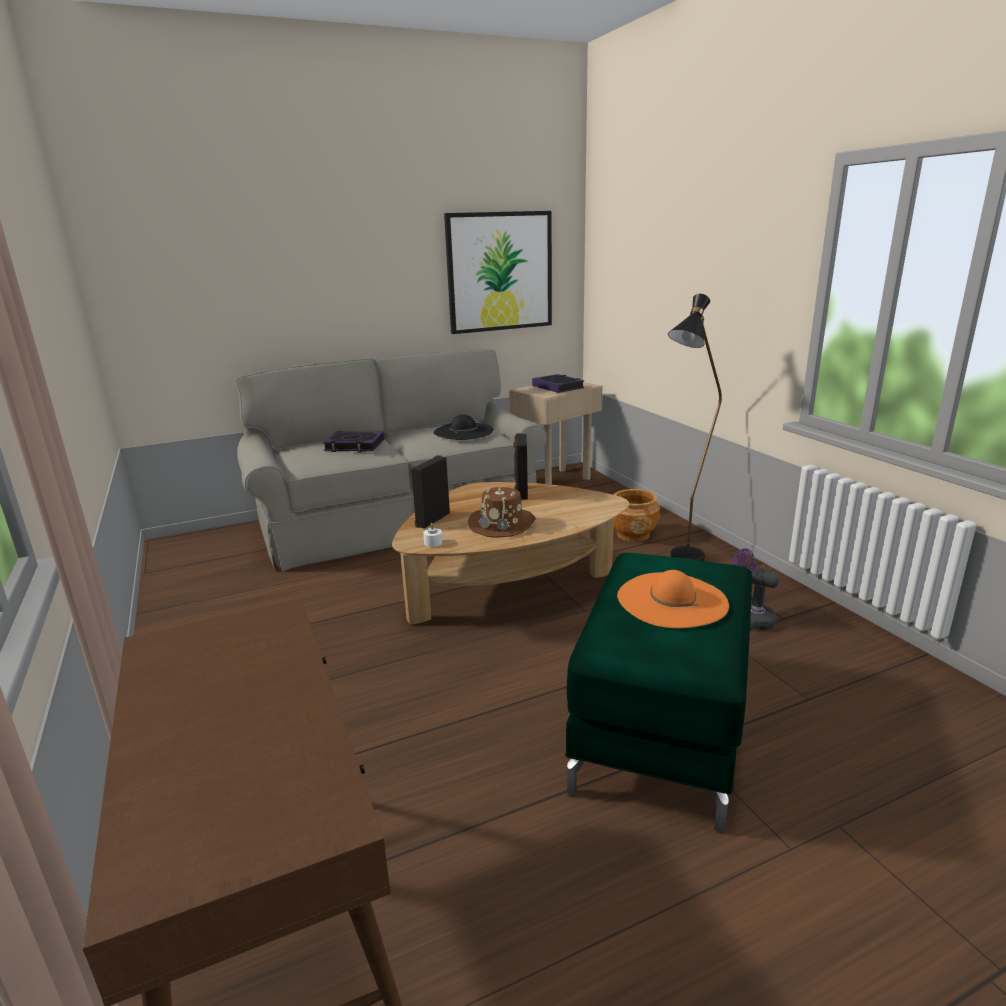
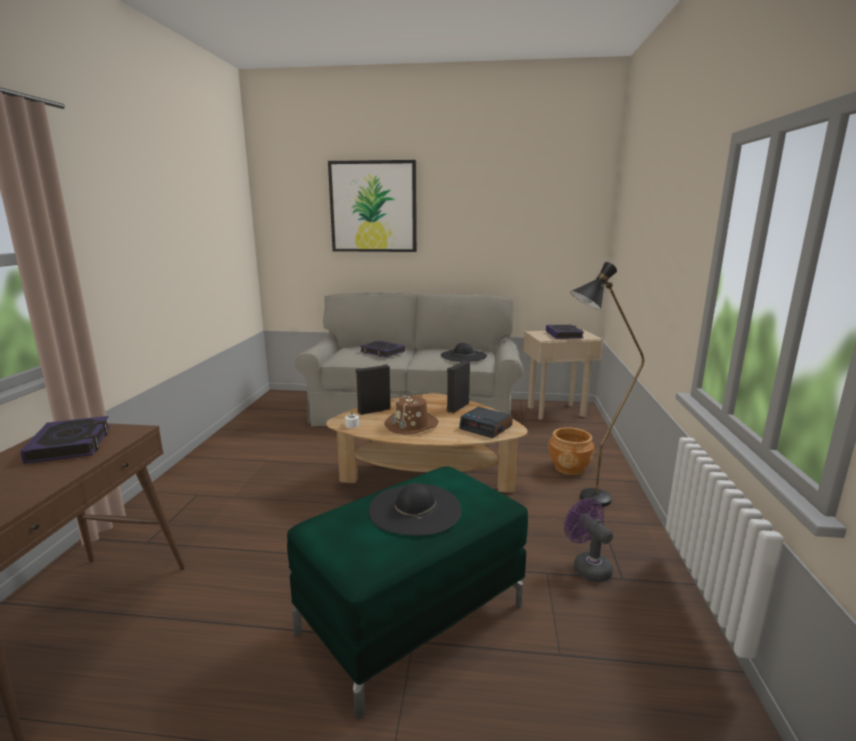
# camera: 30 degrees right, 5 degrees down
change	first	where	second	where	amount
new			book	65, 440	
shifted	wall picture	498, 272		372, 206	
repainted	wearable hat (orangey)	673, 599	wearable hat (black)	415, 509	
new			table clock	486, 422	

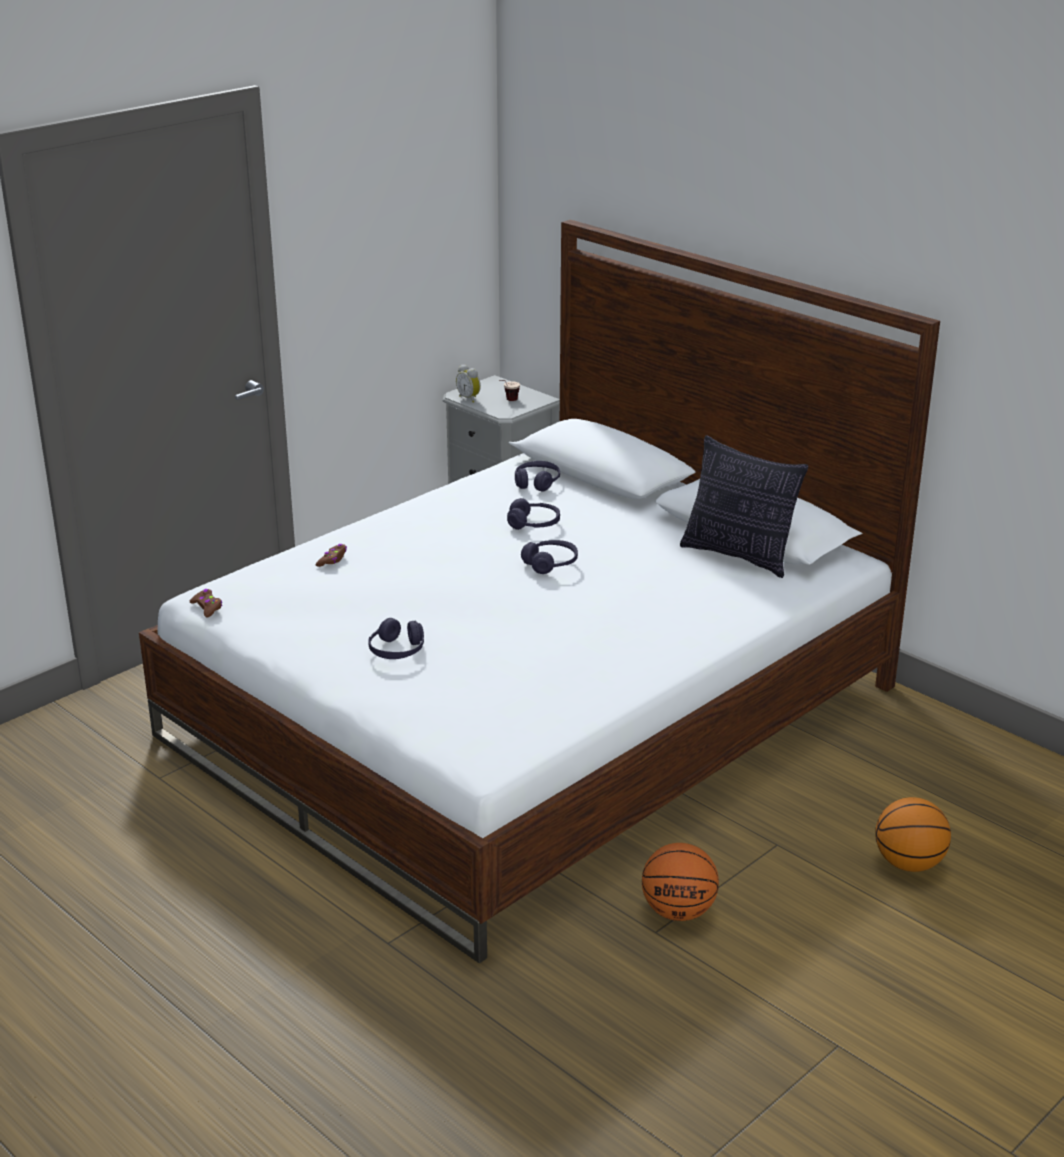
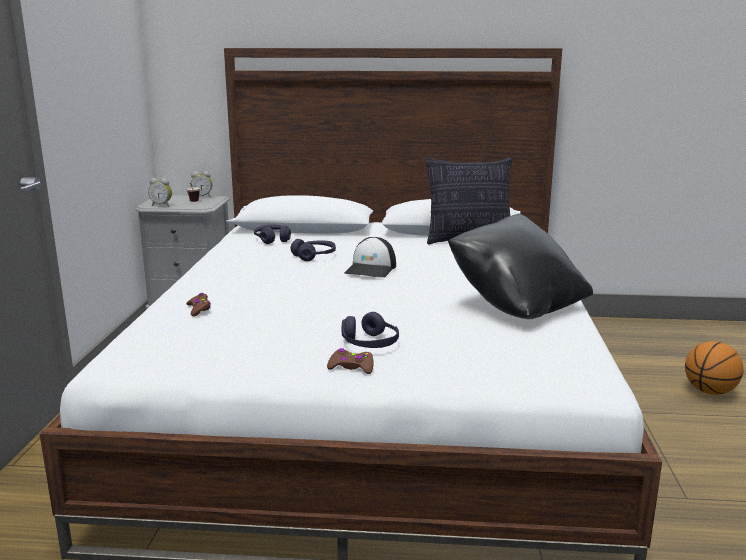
# camera: 40 degrees left, 10 degrees down
change	first	where	second	where	amount
new			table clock	201, 184	
shifted	joypad (brownish)	206, 603		350, 361	
swapped	headset (purplish)	549, 557	baseball cap	370, 257	
new			pillow (black)	520, 266	
gone	basketball ball	680, 882			

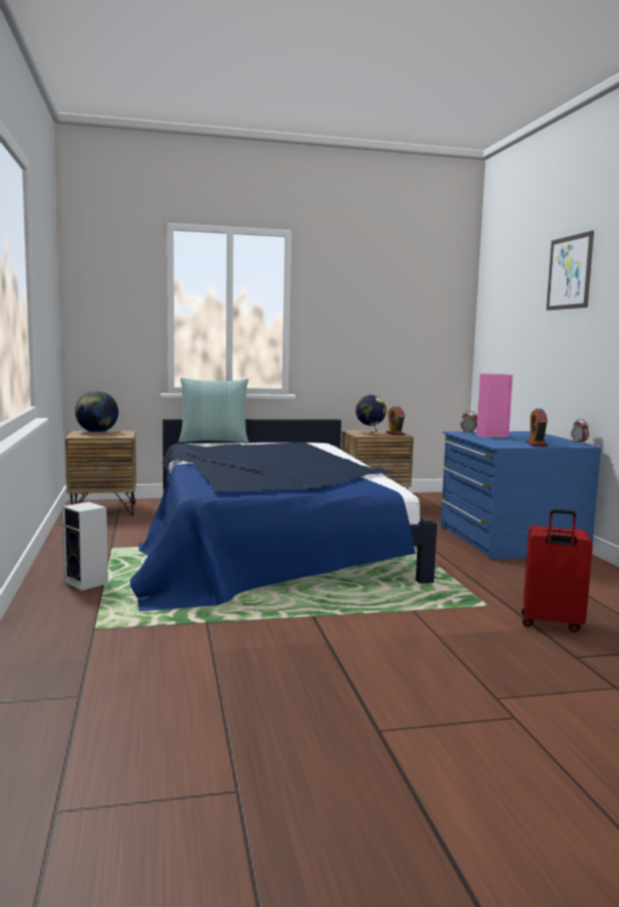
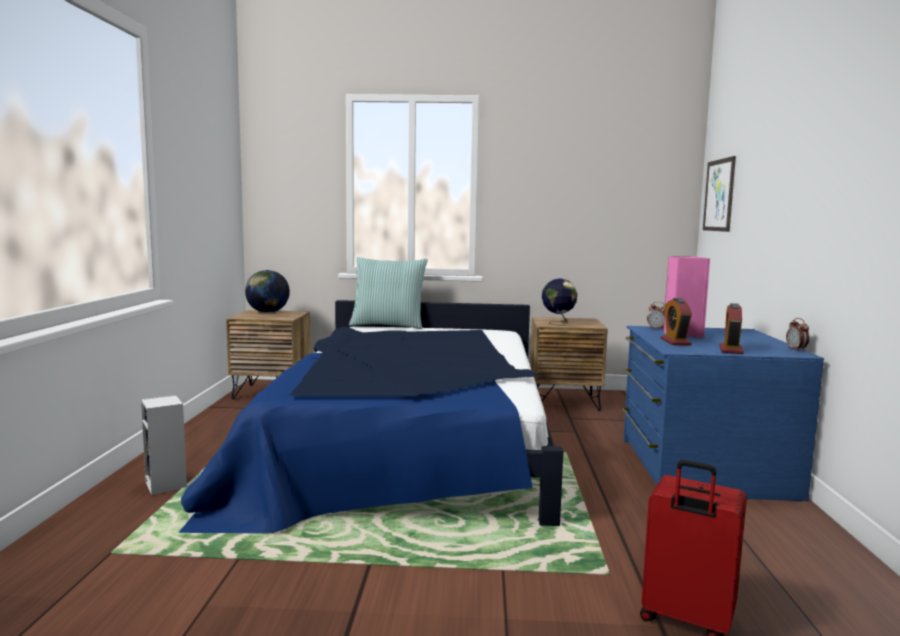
# camera: 15 degrees right, 0 degrees up
change	first	where	second	where	amount
shifted	table clock	395, 421		676, 322	
shifted	wall picture	570, 270		719, 194	

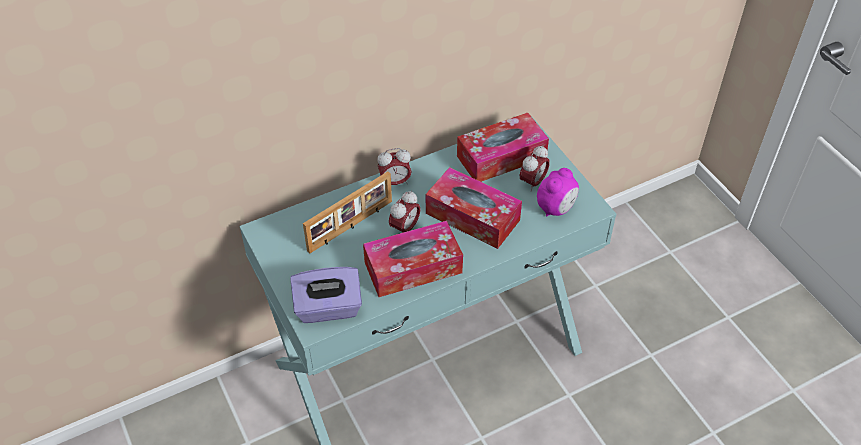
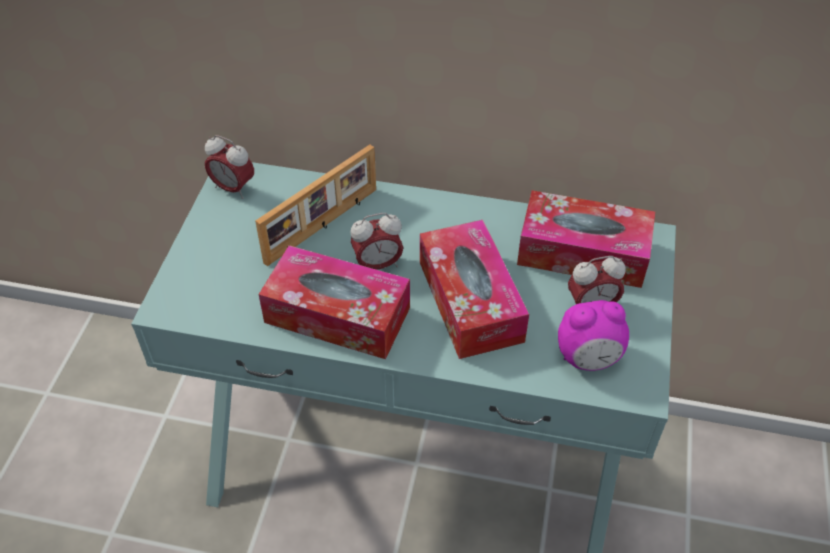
# camera: 40 degrees right, 0 degrees up
change	first	where	second	where	amount
shifted	table clock	394, 166		229, 167	
rotated	picture frame	347, 212		315, 205	45 degrees counterclockwise
gone	box of tissues (purplish)	326, 295			

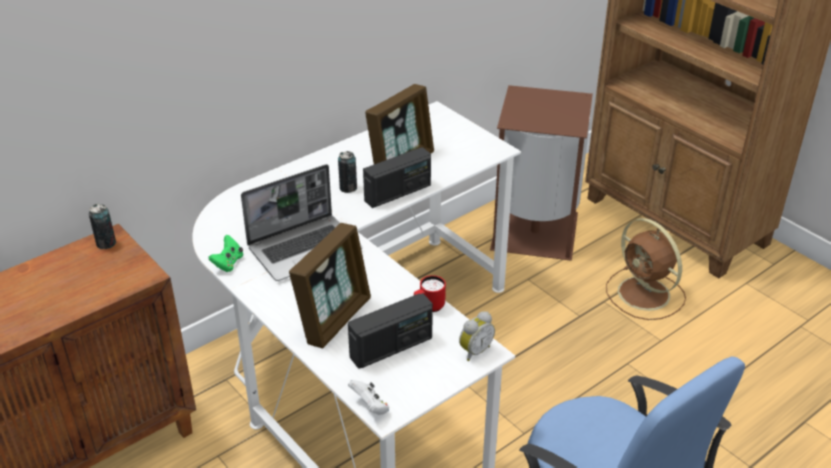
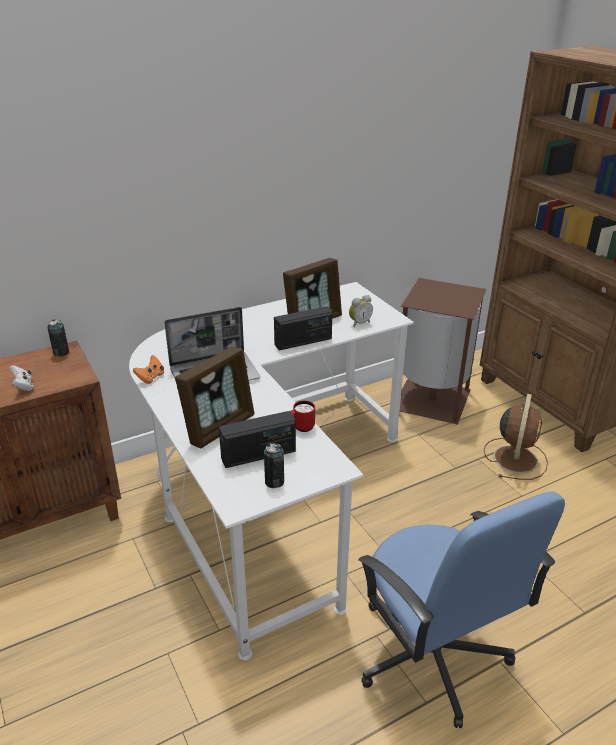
# camera: 10 degrees right, 5 degrees down
change	first	where	second	where	amount
shifted	joypad (whitish)	368, 397		22, 378	
repainted	joypad (green-coloured)	226, 253	joypad (orangey)	148, 369	
shifted	sealed can	347, 172		274, 465	
shifted	table clock	477, 336		361, 311	
rotated	cooling fan (brownish)	646, 269		516, 437	135 degrees counterclockwise

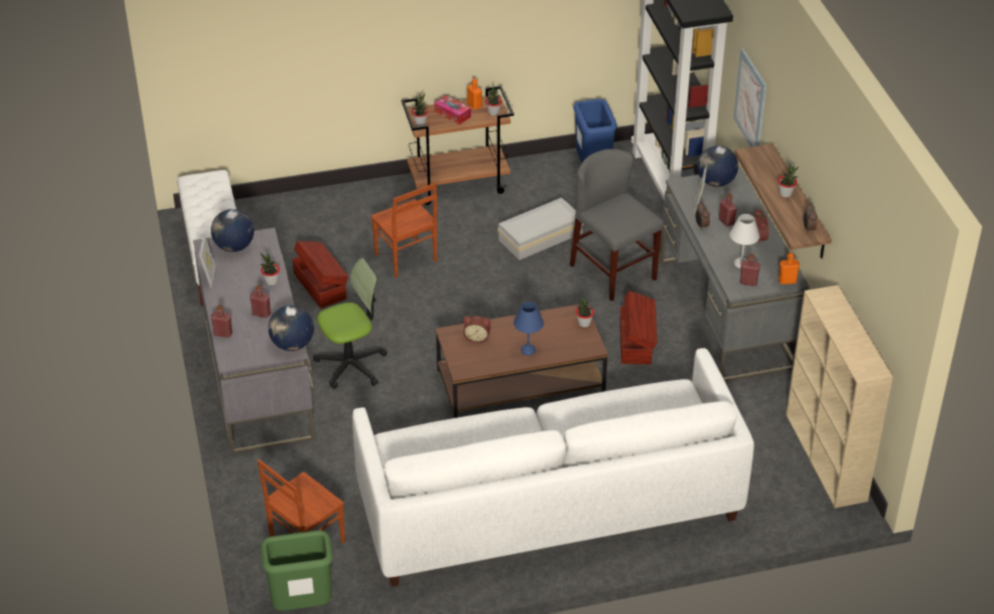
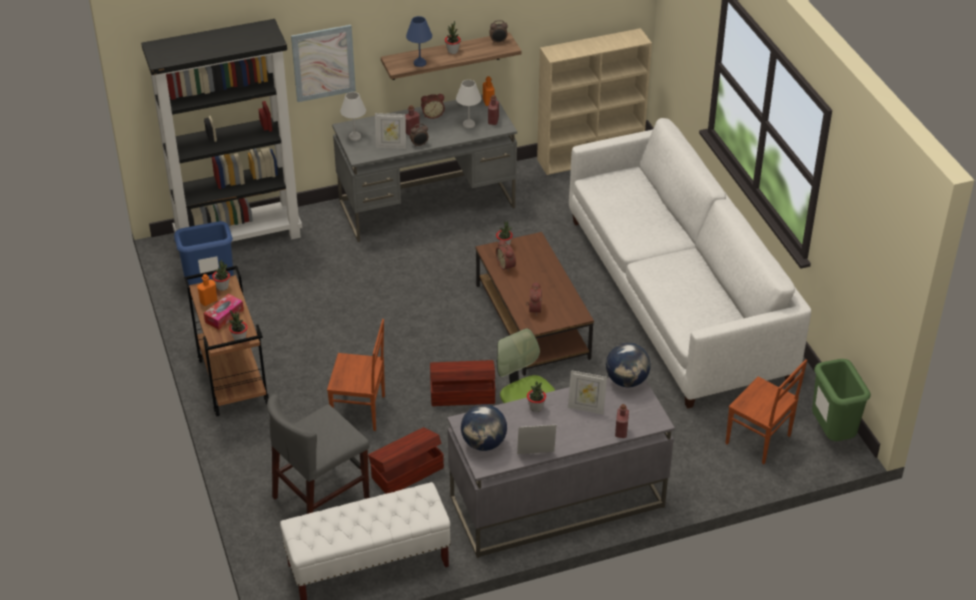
# camera: 95 degrees left, 0 degrees up
change	first	where	second	where	amount
shifted	upright chair (grey)	617, 225		318, 454	
rotated	upright chair (brownish)	404, 230		356, 375	45 degrees clockwise
swapped	world globe	717, 166	lamp for a table (whitish)	353, 116	
shifted	lamp for a table (bluish)	529, 329		419, 41	
shifted	storage container (brownish)	638, 327		462, 383	
new			table clock	506, 256	
swapped	bottle (red-coloured)	260, 301	picture frame	587, 392	
gone	storage container (whitish)	540, 229			

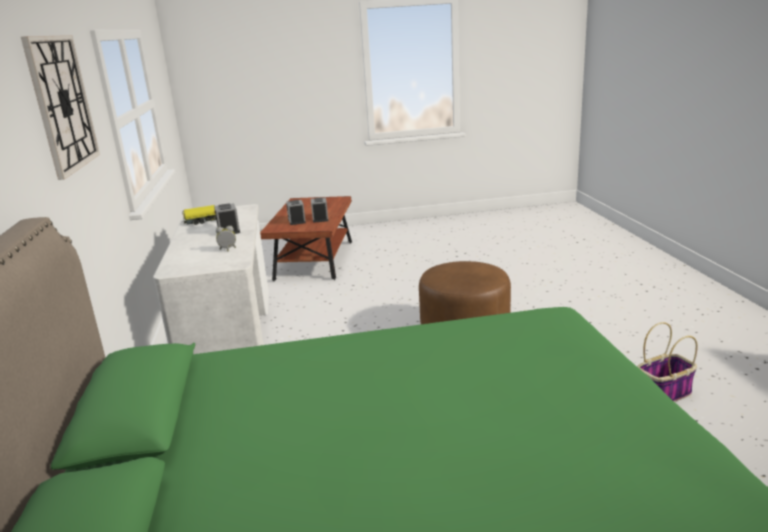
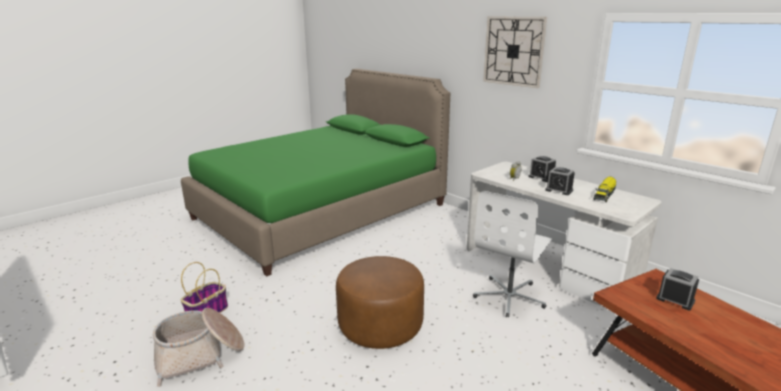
# camera: 145 degrees right, 0 degrees up
change	first	where	second	where	amount
new			storage basket	199, 347	
new			computer chair (whitish)	512, 254	
shifted	table clock	319, 210		542, 169	

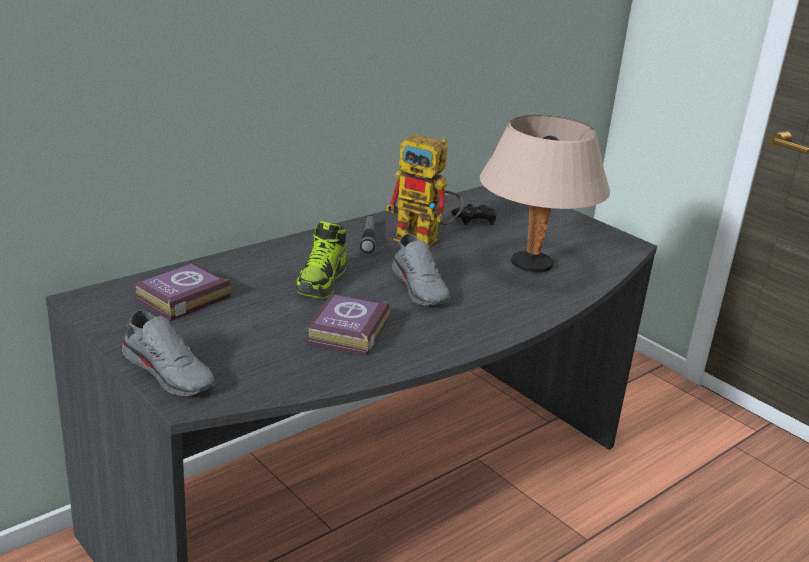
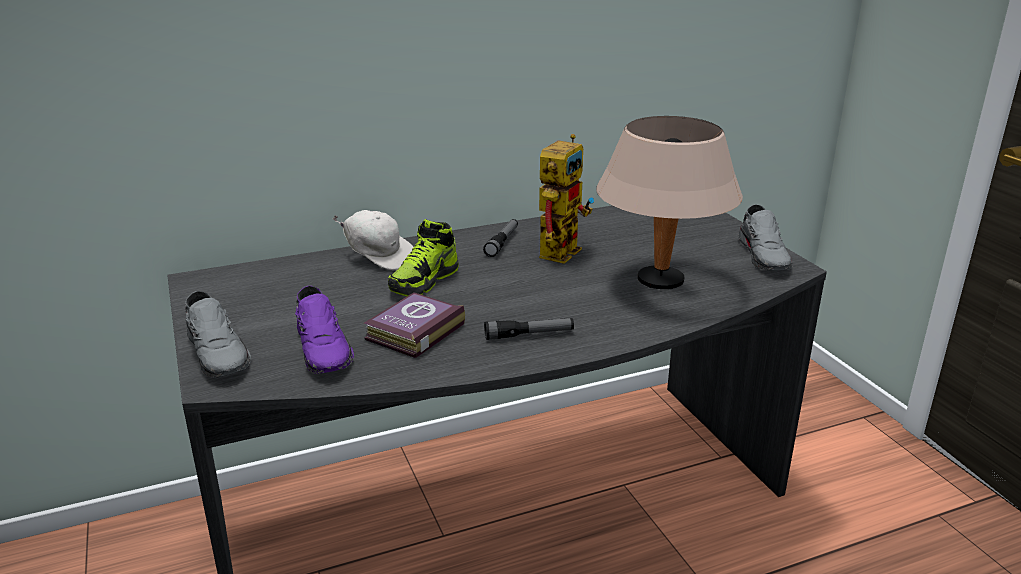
# camera: 20 degrees right, 0 degrees up
change	first	where	second	where	amount
new			low shoe (purplish)	324, 330	
new			baseball cap (whitish)	373, 240	
new			hand torch	529, 329	
rotated	robot figure	425, 190		566, 199	105 degrees counterclockwise
shifted	low shoe (grey)	421, 269		765, 237	
gone	book	182, 292			
gone	joypad (black)	474, 214			

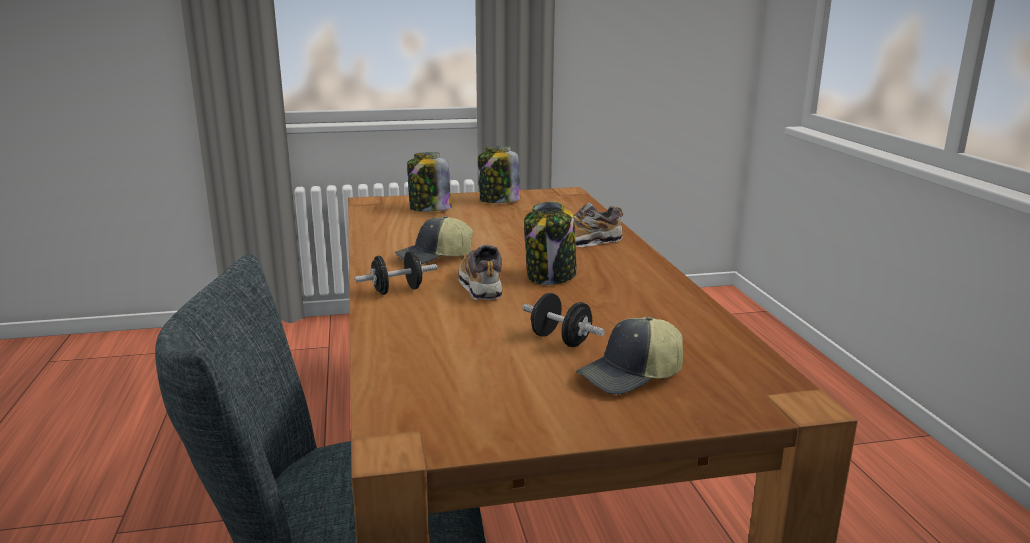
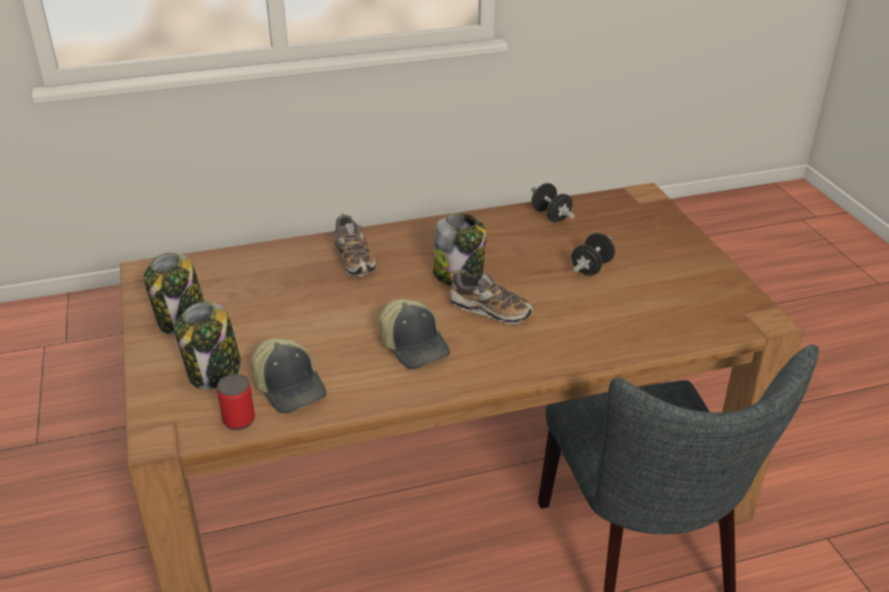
# camera: 95 degrees left, 15 degrees up
change	first	where	second	where	amount
new			sealed can	236, 402	
shifted	baseball cap	629, 356		288, 376	
rotated	low shoe	480, 272		491, 296	135 degrees counterclockwise
shifted	hand weight (black)	396, 273		552, 202	

